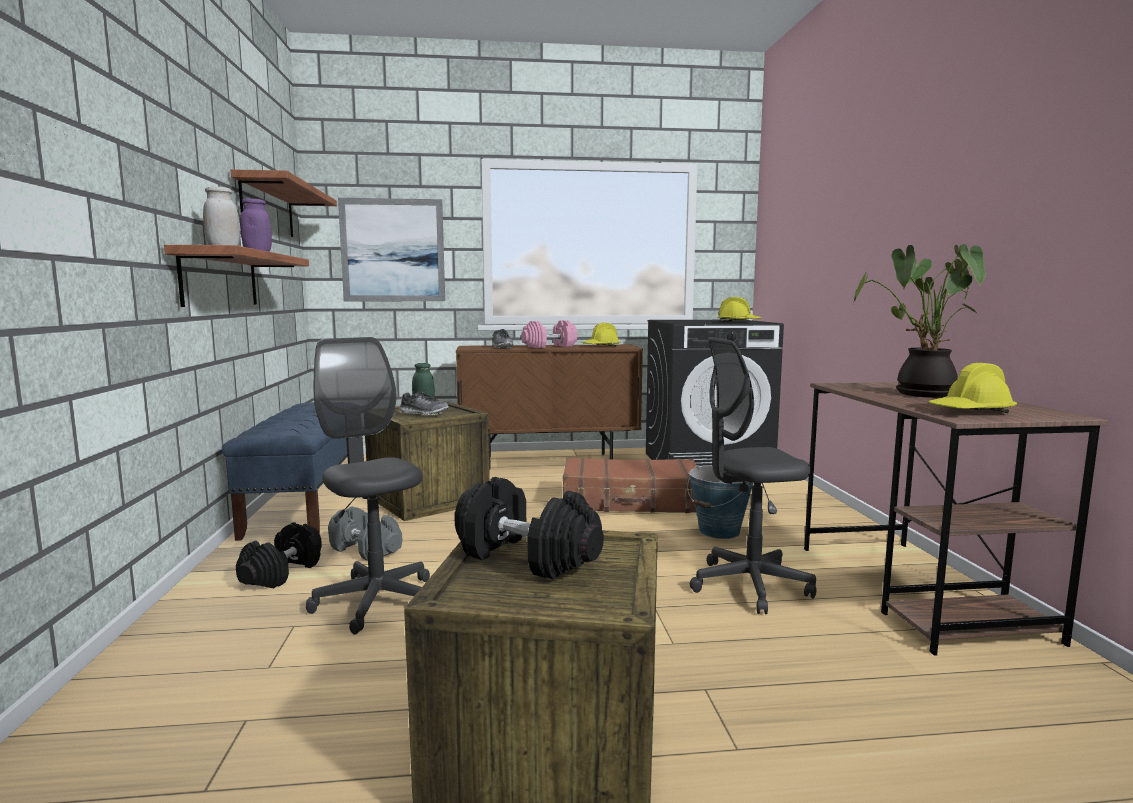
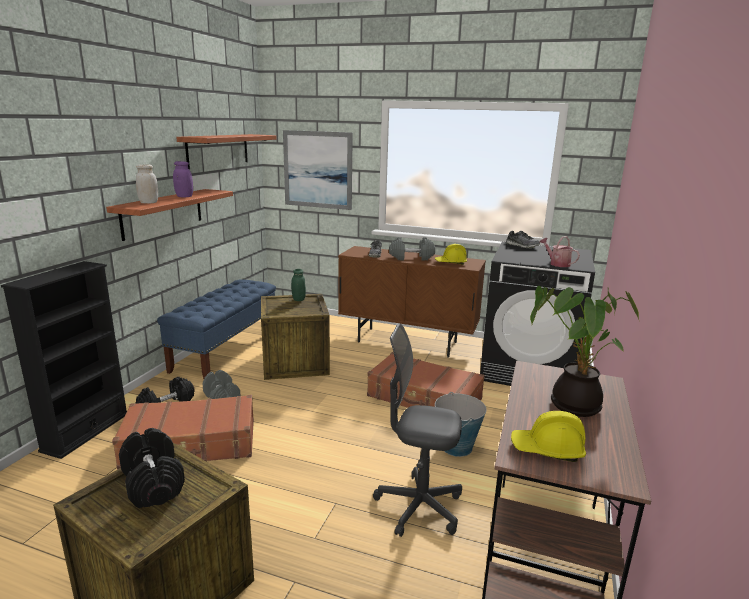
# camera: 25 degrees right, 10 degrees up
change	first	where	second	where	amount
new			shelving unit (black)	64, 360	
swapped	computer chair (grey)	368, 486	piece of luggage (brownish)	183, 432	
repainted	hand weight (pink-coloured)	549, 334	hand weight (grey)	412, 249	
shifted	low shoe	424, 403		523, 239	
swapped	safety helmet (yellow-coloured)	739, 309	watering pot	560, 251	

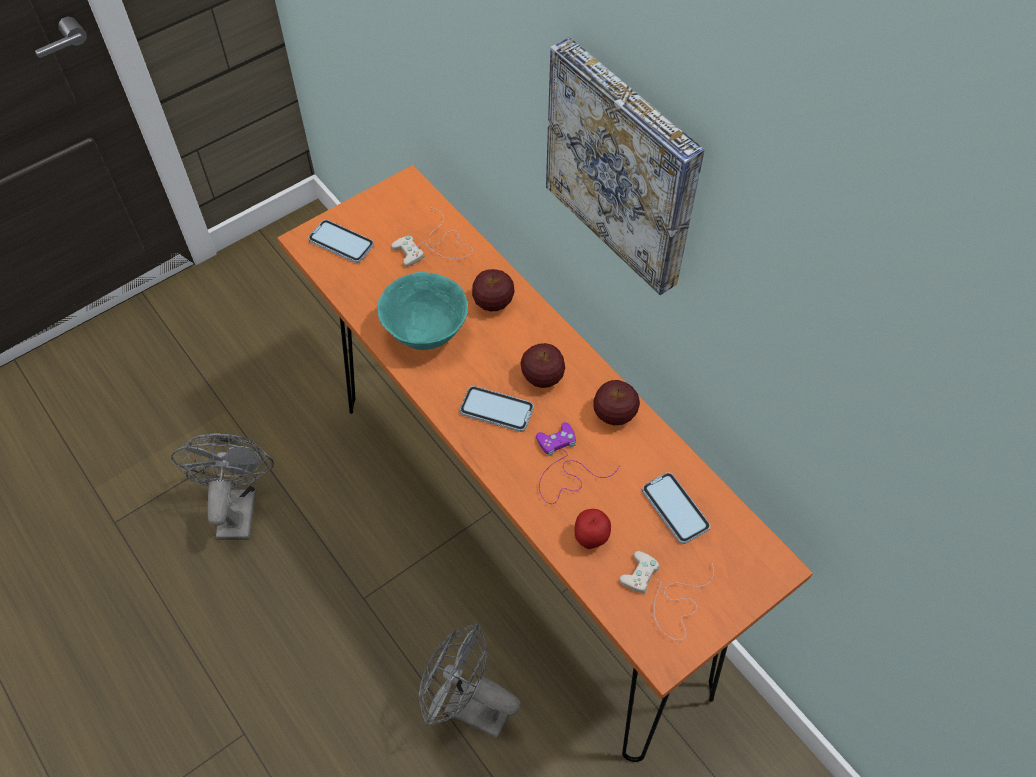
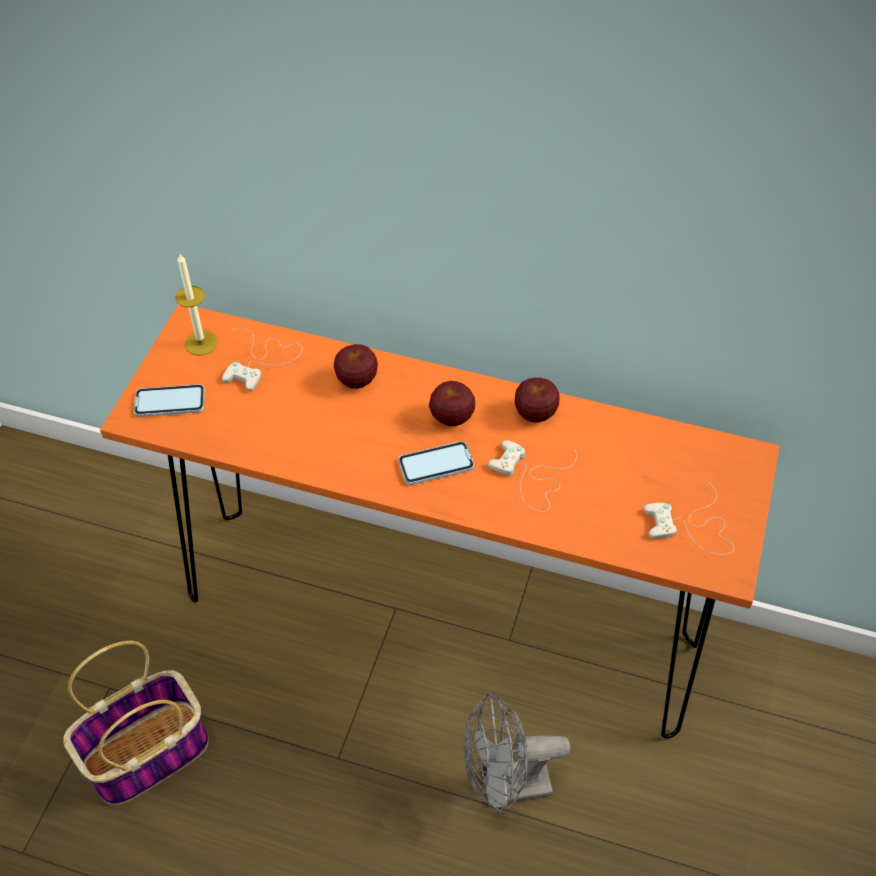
# camera: 35 degrees left, 5 degrees down
change	first	where	second	where	amount
swapped	cooling fan (grey)	222, 486	storage basket	136, 723	
new			wax candle	196, 304	
repainted	joypad (purplish)	578, 463	joypad (whitish)	532, 476	
gone	bowl (turquoise)	422, 311			
gone	wall picture	625, 166			
gone	apple	592, 529			
gone	handset	676, 508			

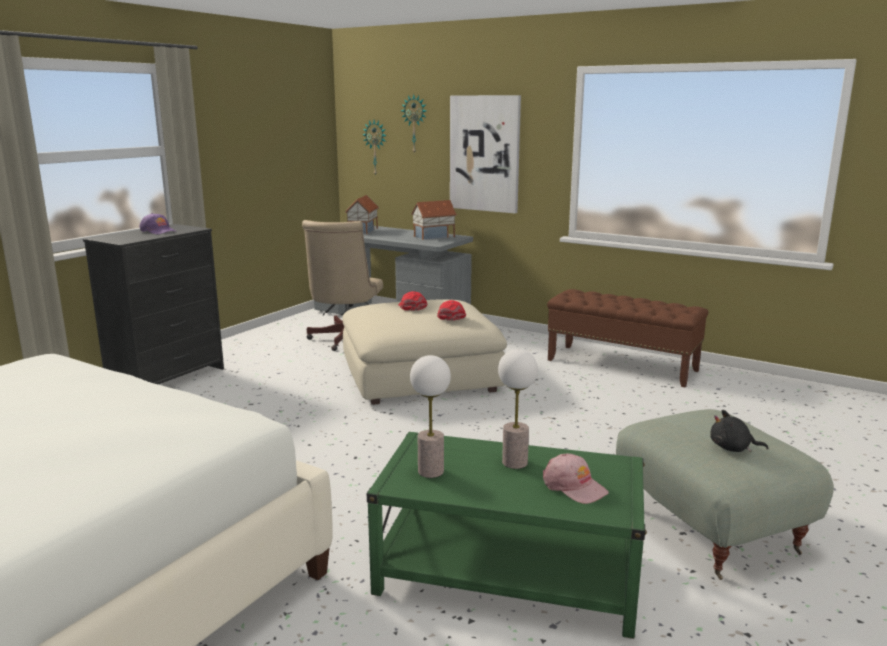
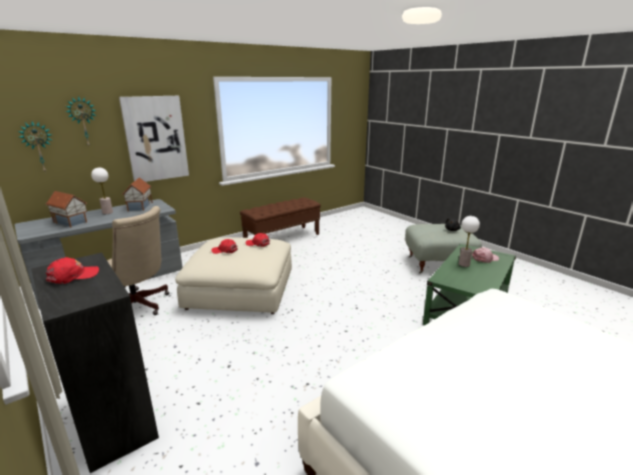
# camera: 70 degrees left, 5 degrees up
change	first	where	second	where	amount
repainted	baseball cap (purplish)	157, 224	baseball cap (red-coloured)	72, 270	
shifted	lamp for a table	430, 416		102, 191	

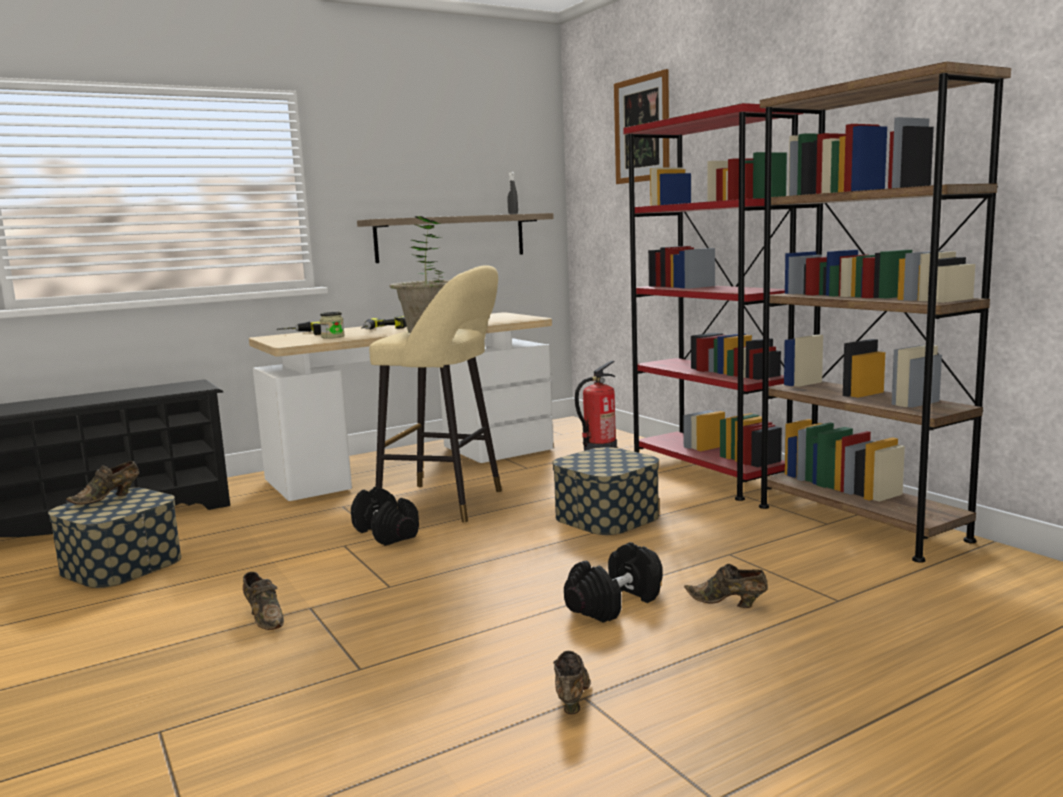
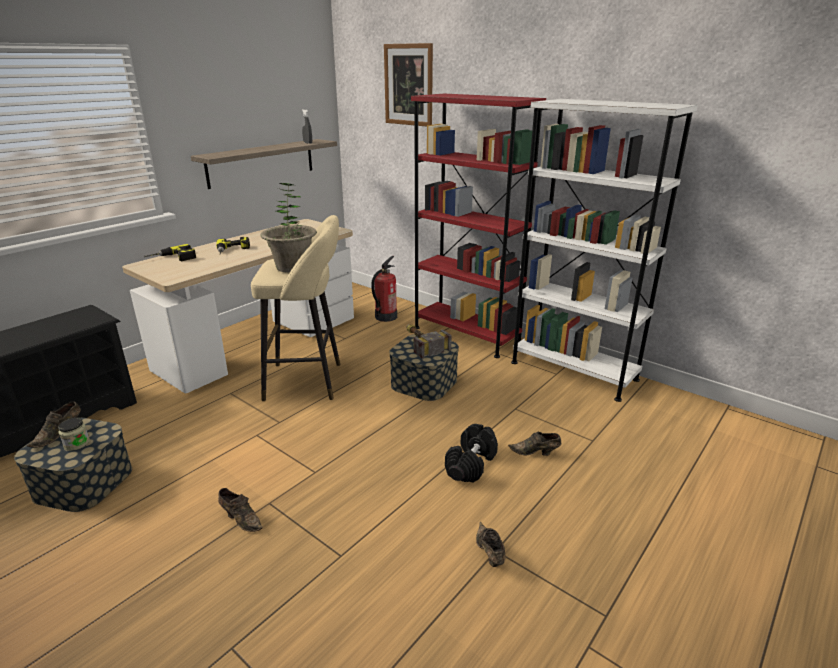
# camera: 20 degrees left, 15 degrees up
change	first	where	second	where	amount
shifted	jar	332, 325		74, 434	
new			tool hammer	429, 341	
repainted	shelving unit (brownish)	885, 312	shelving unit (whitish)	604, 250	
gone	hand weight (black)	385, 516			

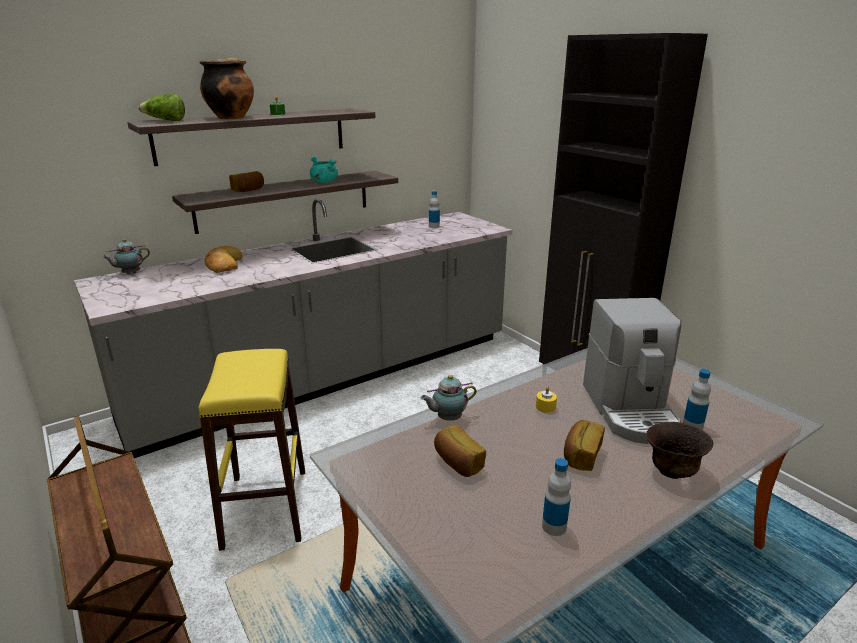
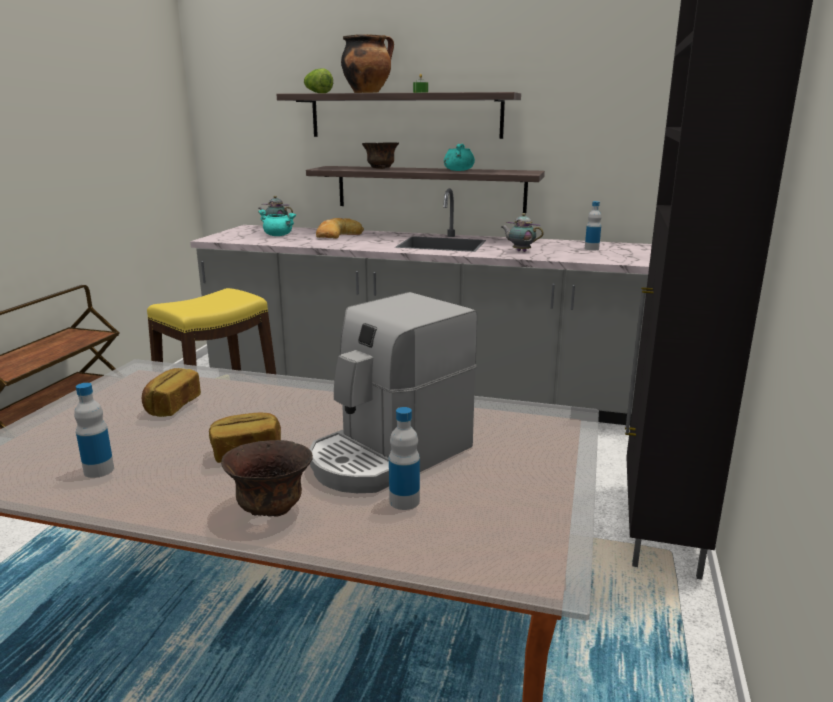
# camera: 50 degrees right, 5 degrees down
change	first	where	second	where	amount
new			cooking pot (turquoise)	277, 222	
swapped	baked bread	246, 181	bowl (brownish)	380, 155	
shifted	tea pot	448, 398		523, 232	
gone	wax candle (yellow-coloured)	546, 399			

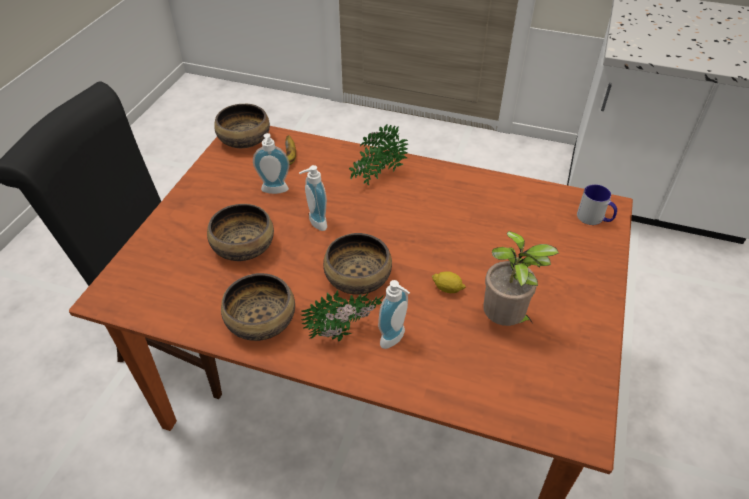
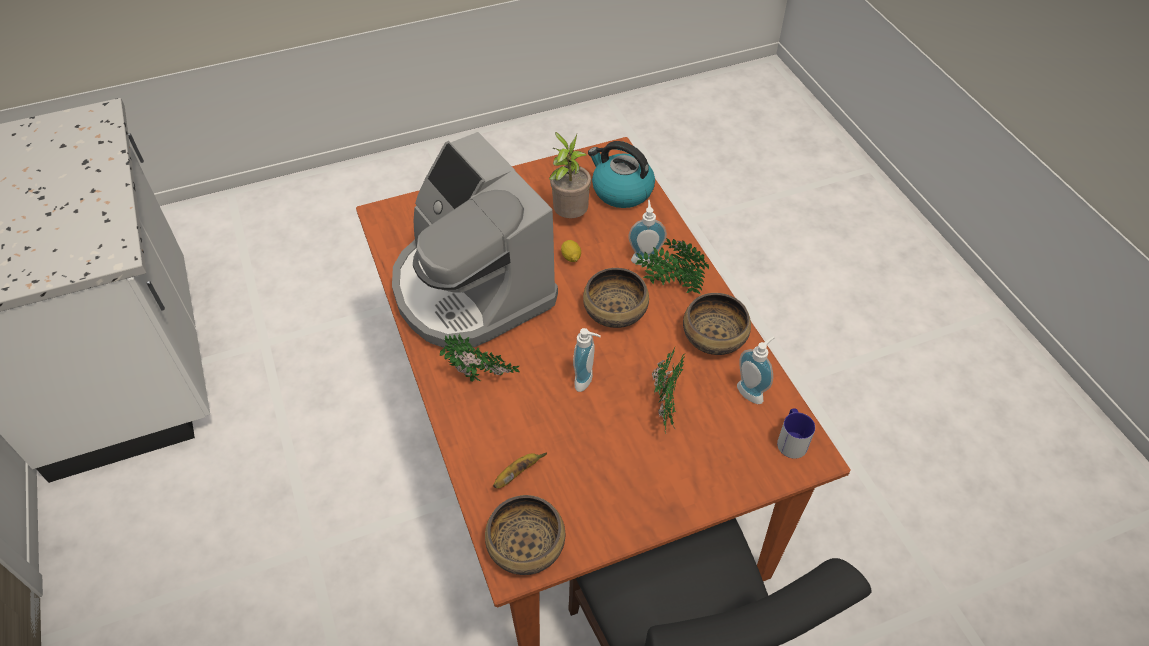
# camera: 130 degrees left, 5 degrees up
change	first	where	second	where	amount
new			coffee machine	475, 240	
new			water kettle	621, 174	
swapped	bowl	240, 232	potted plant	668, 391	
shifted	soap bottle	271, 163		756, 370	
shifted	coffee mug	597, 204		796, 434	

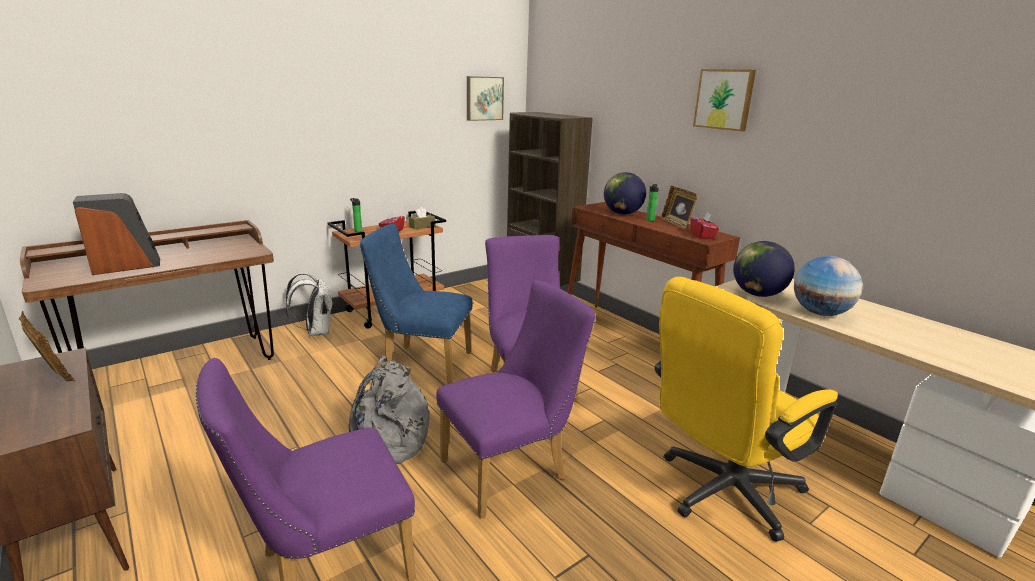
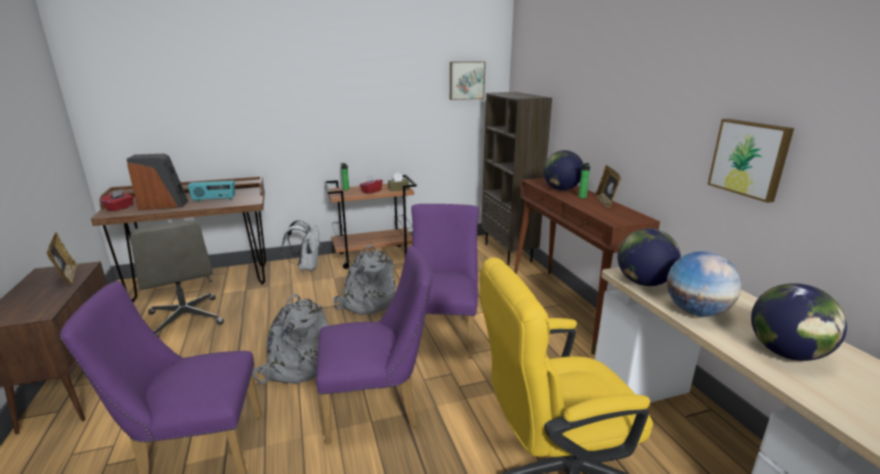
# camera: 20 degrees right, 0 degrees up
change	first	where	second	where	amount
shifted	box of tissues (red-coloured)	704, 225		117, 200	
new			computer chair (grey)	177, 278	
new			radio	211, 191	
swapped	upright chair (bluish)	416, 304	rucksack (grey)	364, 280	
shifted	wall picture	724, 100		751, 161	
new			world globe	799, 322	

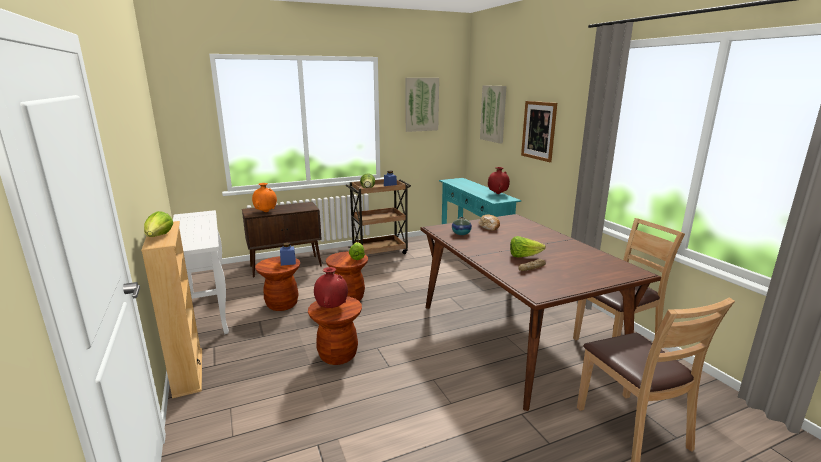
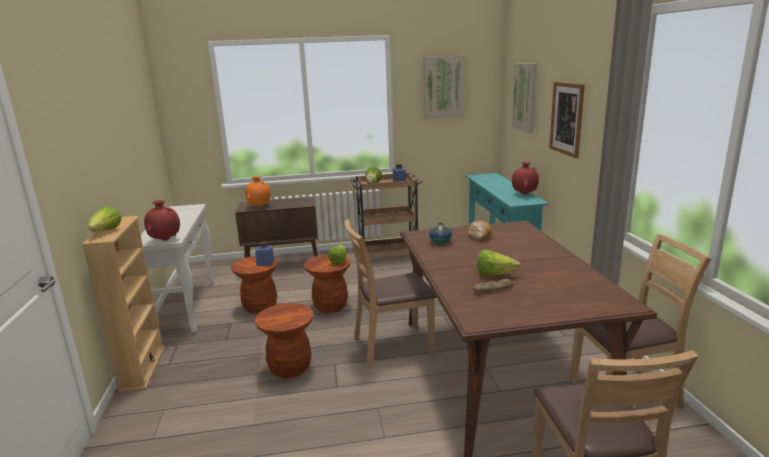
# camera: 15 degrees right, 0 degrees up
change	first	where	second	where	amount
shifted	vase (red-coloured)	331, 287		162, 220	
new			upright chair (brownish)	390, 293	

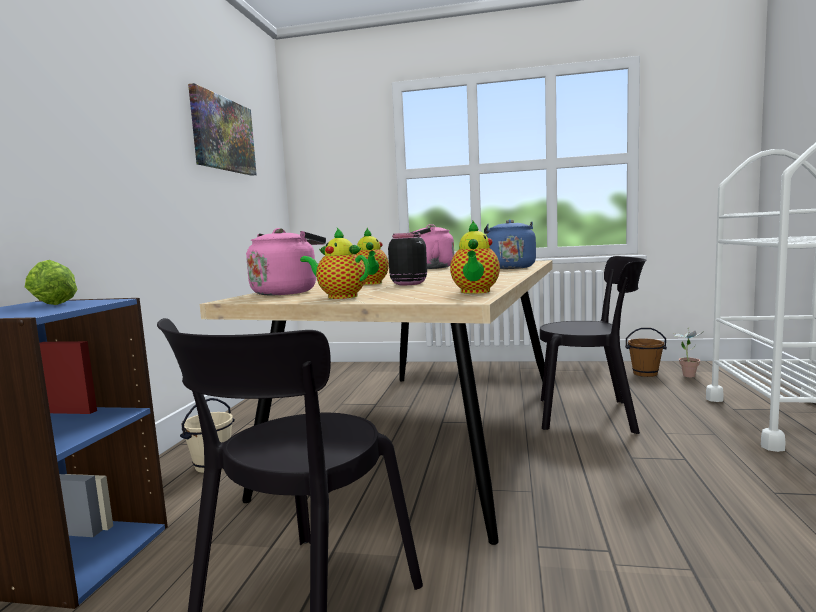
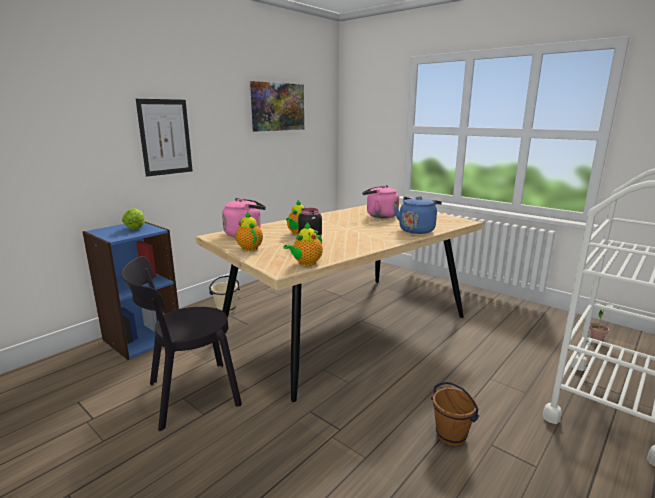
# camera: 30 degrees right, 10 degrees up
change	first	where	second	where	amount
new			wall picture	164, 138	
shifted	pail (brownish)	646, 352		455, 414	
gone	upright chair (black)	593, 345			

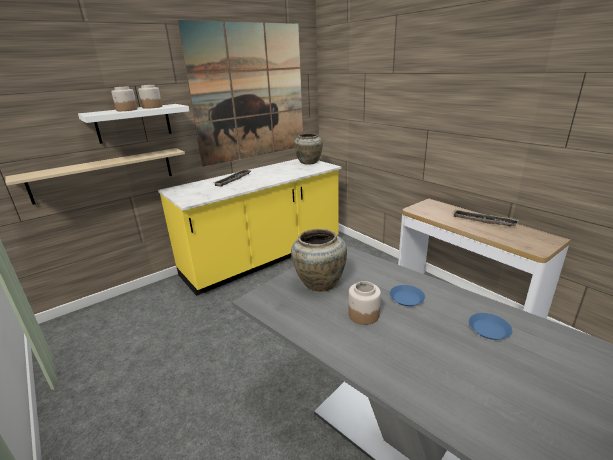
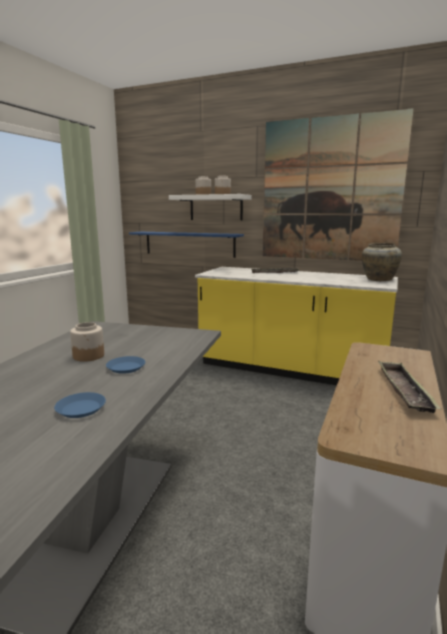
# camera: 60 degrees right, 10 degrees down
change	first	where	second	where	amount
repainted	wall shelf (beige-coloured)	95, 176	wall shelf (bluish)	186, 245	
gone	vase (beige-coloured)	319, 260			

